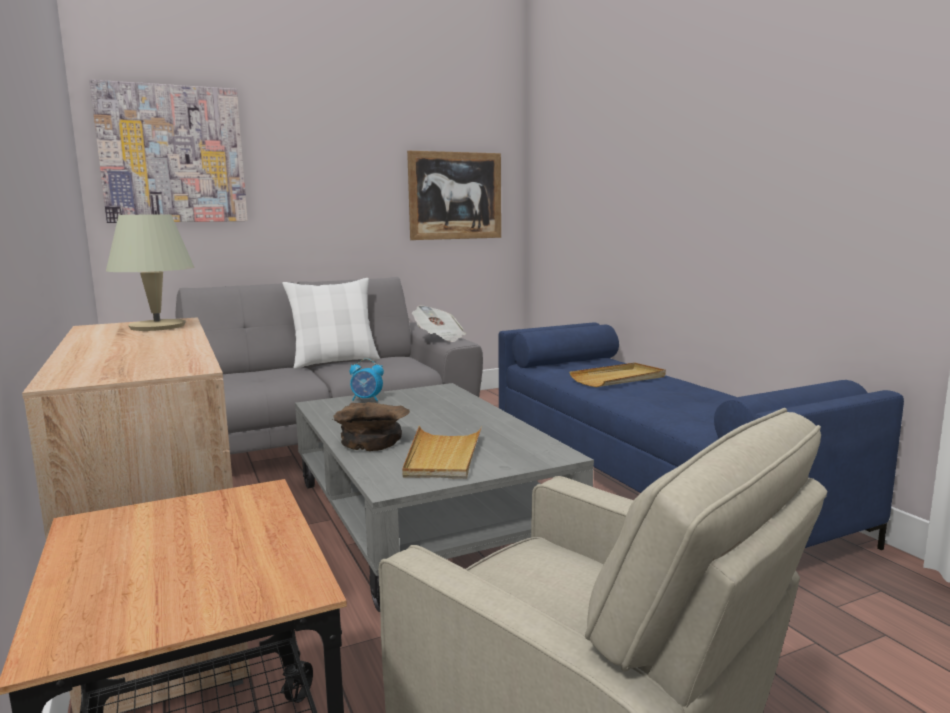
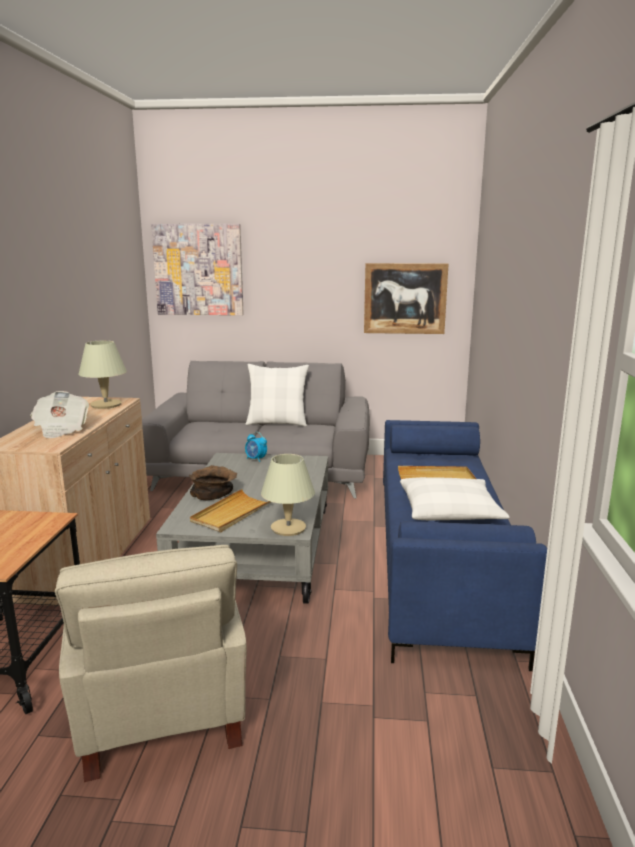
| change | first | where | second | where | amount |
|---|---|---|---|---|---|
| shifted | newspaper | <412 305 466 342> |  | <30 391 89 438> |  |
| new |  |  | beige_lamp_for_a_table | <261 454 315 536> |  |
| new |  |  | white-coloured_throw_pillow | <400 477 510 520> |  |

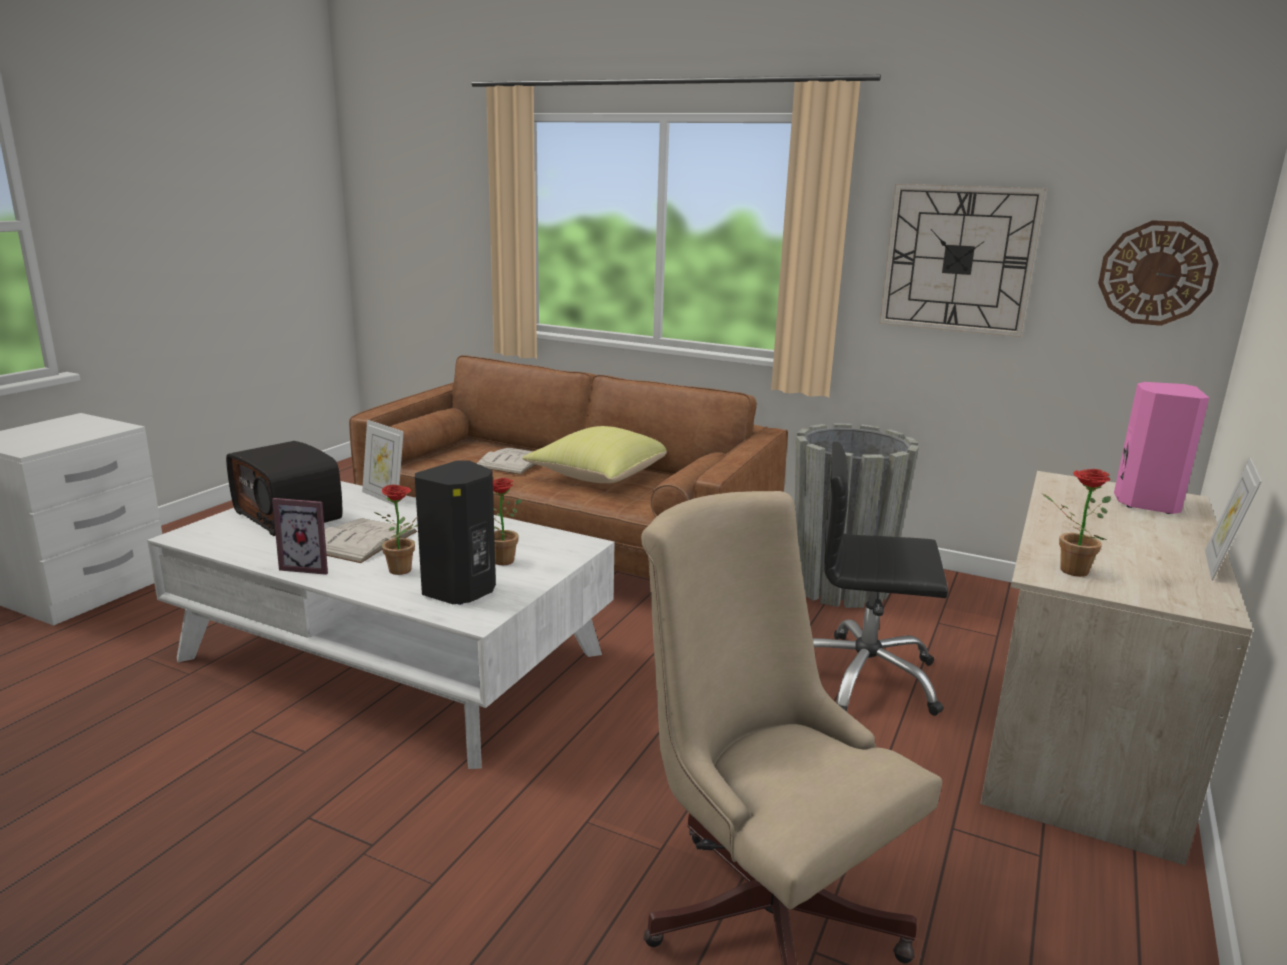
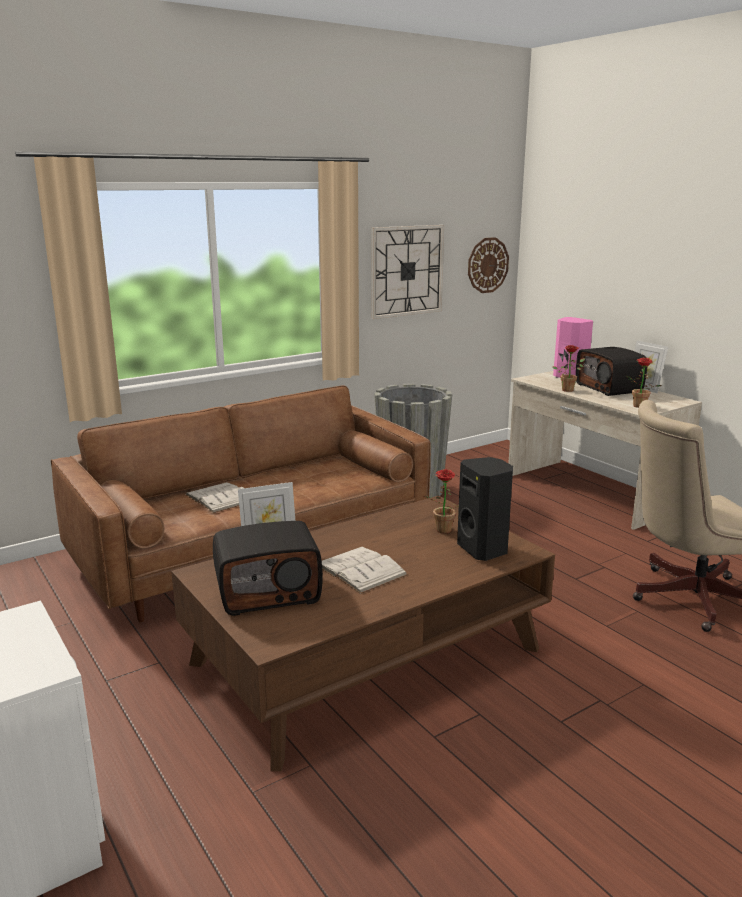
| change | first | where | second | where | amount |
|---|---|---|---|---|---|
| repainted | white-coloured_lounge_table | <147 481 615 769> | brown-coloured_lounge_table | <171 495 555 771> |  |
| shifted | houseplant | <374 485 418 575> |  | <552 345 585 392> |  |
| new |  |  | radio_receiver | <576 347 647 396> |  |
| gone | standing_frame | <272 498 328 575> |  |  |  |
| gone | yellowish_throw_pillow | <522 426 667 483> |  |  |  |
| gone | blackish_desk_chair | <813 441 948 716> |  |  |  |

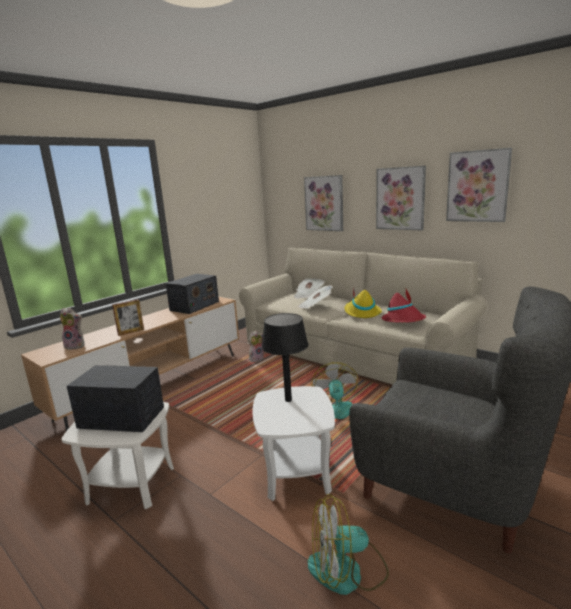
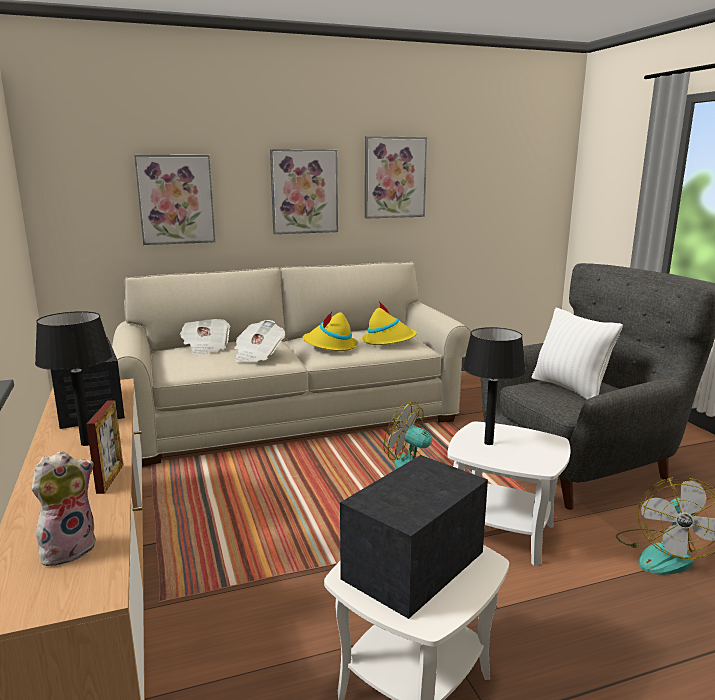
| change | first | where | second | where | amount |
|---|---|---|---|---|---|
| new |  |  | blackish_lamp_for_a_table | <35 311 112 446> |  |
| repainted | red-coloured_clothing_hat | <381 287 426 323> | yellowish_clothing_hat | <362 300 417 345> |  |
| new |  |  | white-coloured_throw_pillow | <532 308 623 400> |  |
| gone | soft_toy | <249 331 264 362> |  |  |  |

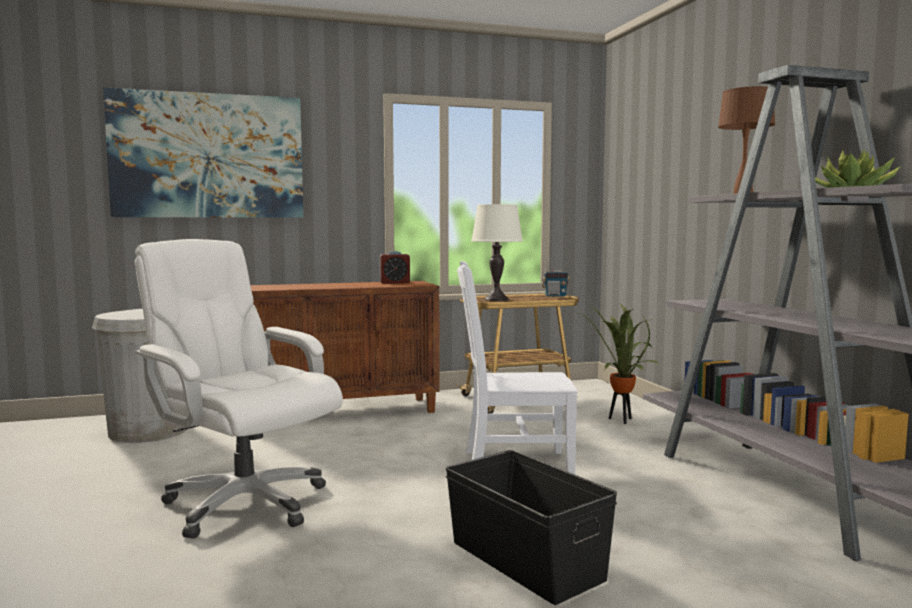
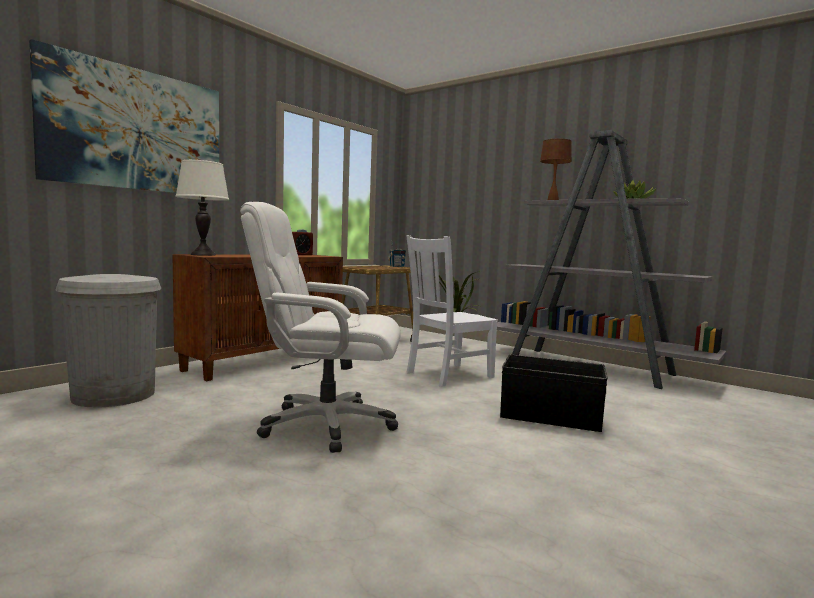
| change | first | where | second | where | amount |
|---|---|---|---|---|---|
| shifted | white-coloured_lamp_for_a_table | <471 204 523 301> |  | <175 160 229 256> |  |

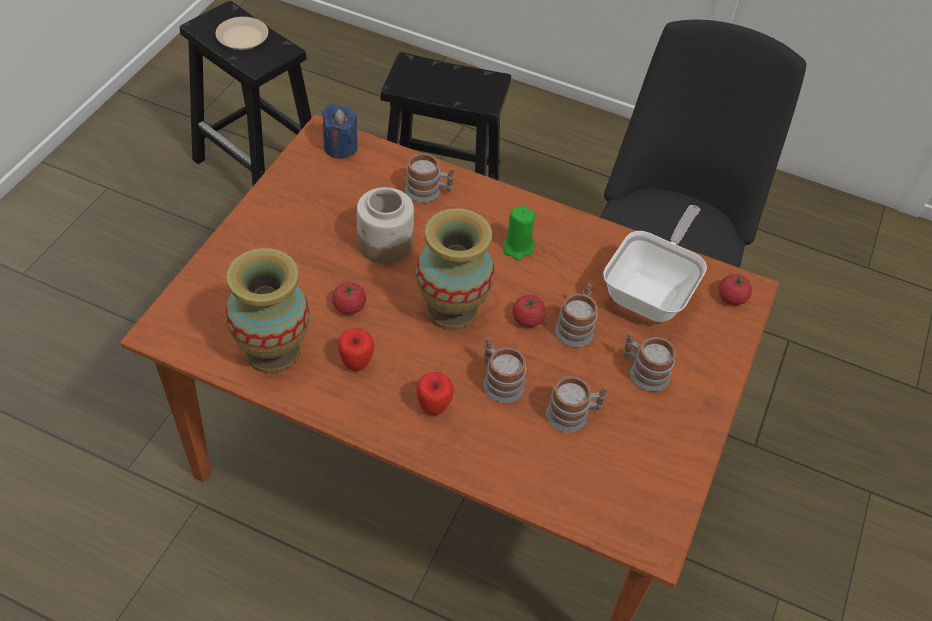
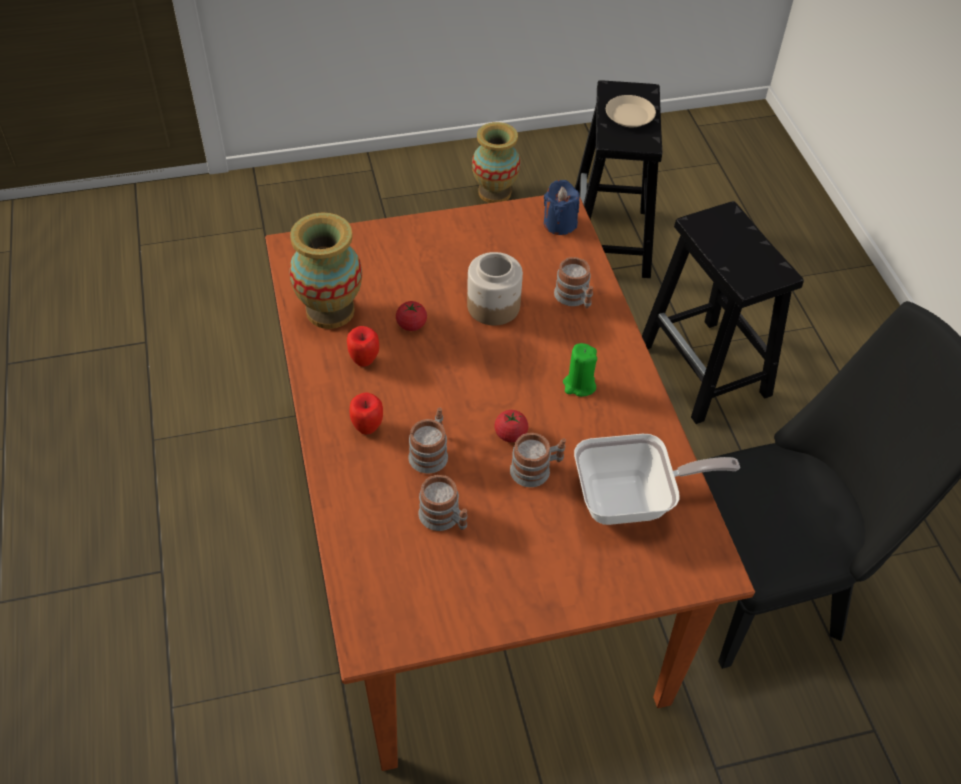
| change | first | where | second | where | amount |
|---|---|---|---|---|---|
| shifted | decorative_vase | <416 208 495 331> |  | <472 122 521 203> |  |
| gone | coffee_mug | <623 332 676 392> |  |  |  |
| gone | whole_tomato | <719 273 752 305> |  |  |  |

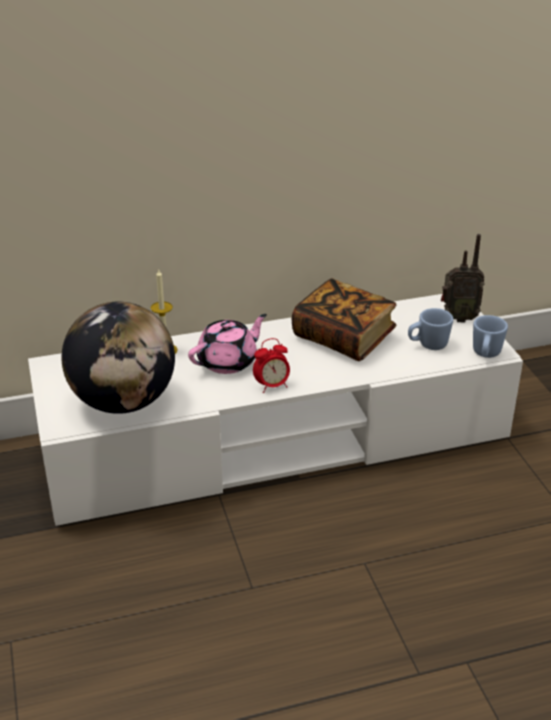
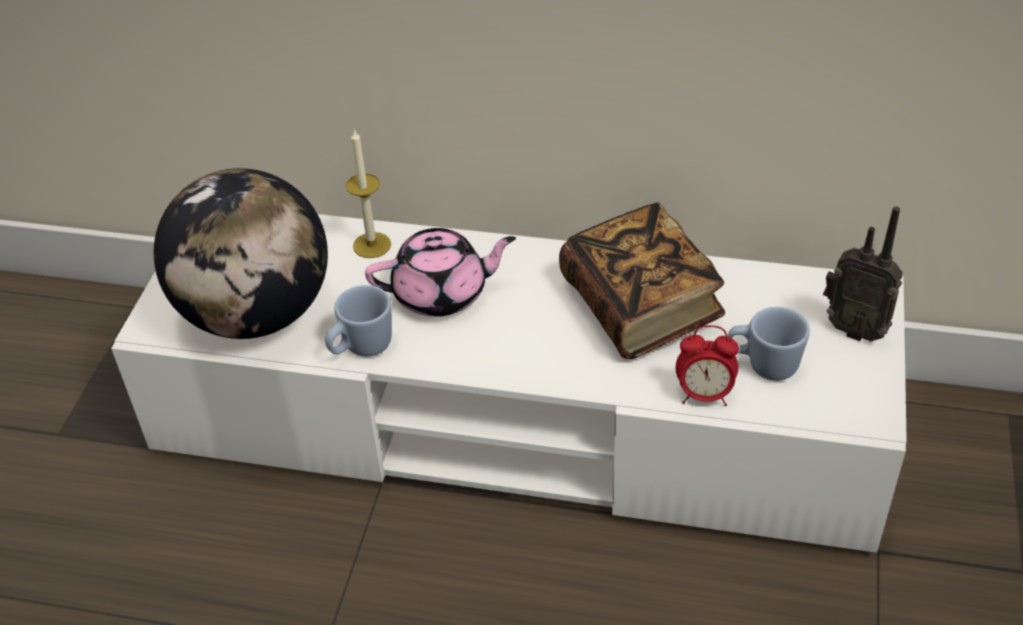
| change | first | where | second | where | amount |
|---|---|---|---|---|---|
| shifted | blue_coffee_mug | <473 315 508 358> |  | <325 285 392 357> |  |
| shifted | bedside_clock | <253 338 290 393> |  | <676 325 739 406> |  |

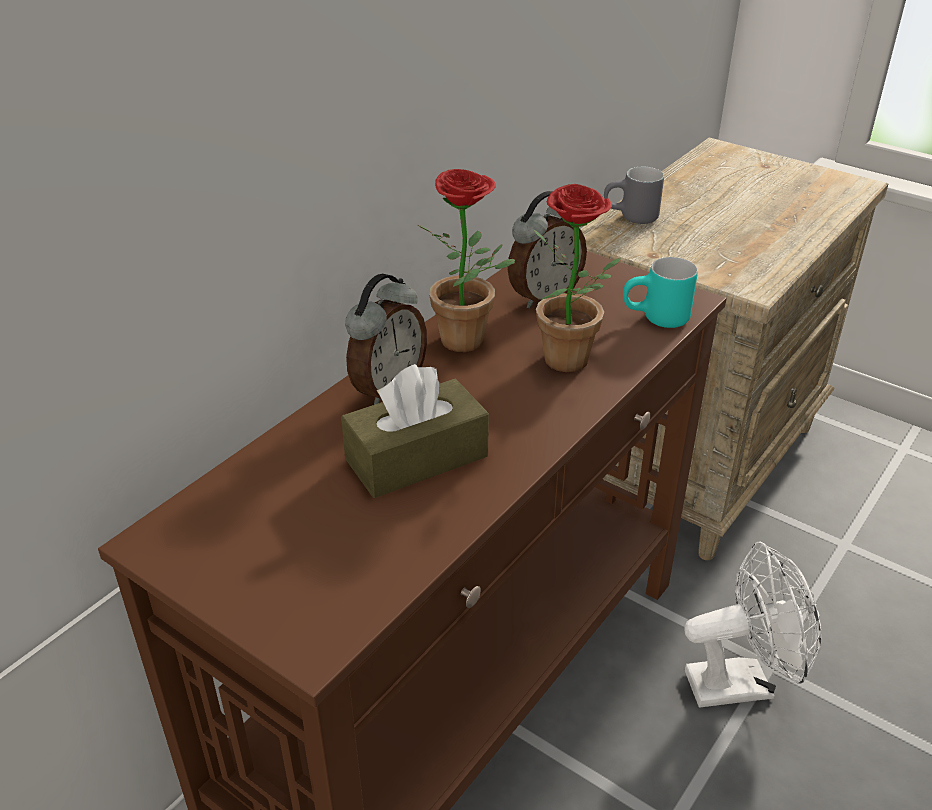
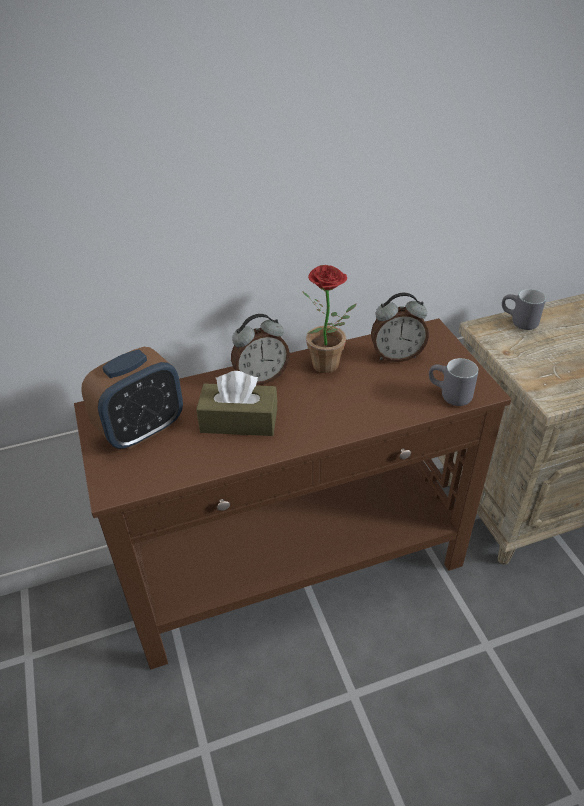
| change | first | where | second | where | amount |
|---|---|---|---|---|---|
| new |  |  | bedside_clock | <81 347 183 449> |  |
| repainted | blue-green_coffee_mug | <623 257 698 328> | grey_coffee_mug | <429 358 478 406> |  |
| gone | houseplant | <534 184 621 372> |  |  |  |
| gone | white-coloured_cooling_fan | <684 541 821 707> |  |  |  |

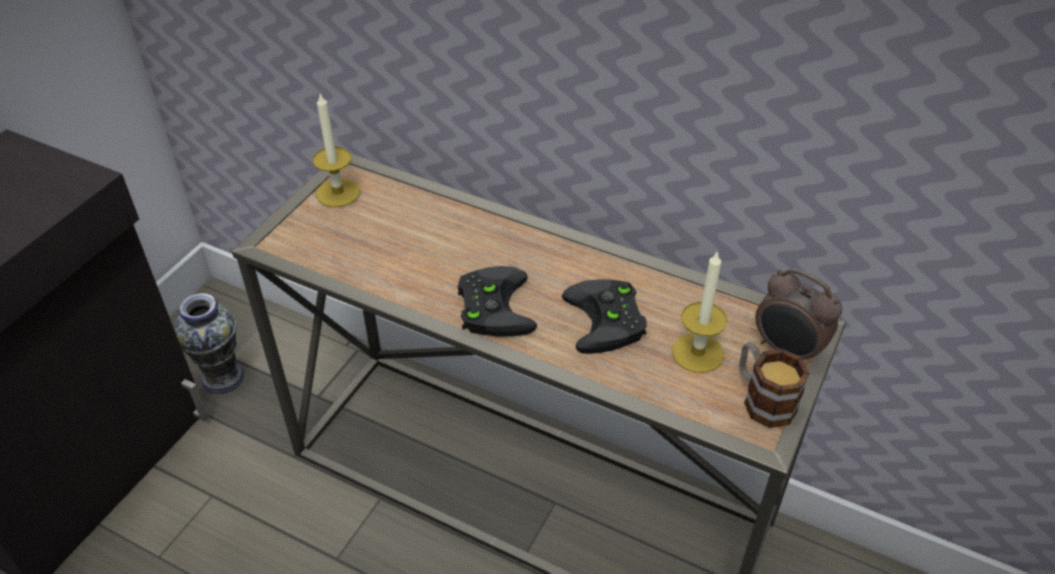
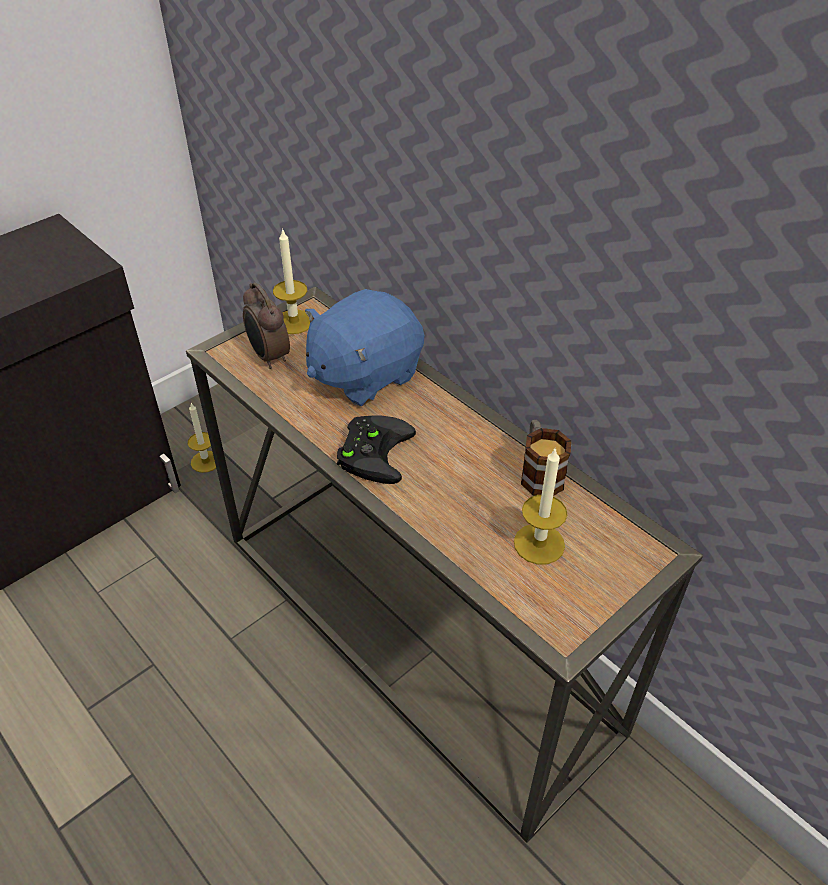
| change | first | where | second | where | amount |
|---|---|---|---|---|---|
| swapped | decorative_vase | <174 293 244 394> | wax_light | <188 403 216 473> |  |
| shifted | bedside_clock | <755 268 842 365> |  | <243 283 290 369> |  |
| new |  |  | blue_soft_toy | <305 289 424 406> |  |
| shifted | coffee_mug | <739 342 810 428> |  | <521 420 571 496> |  |
| gone | blackish_gamepad | <562 279 646 354> |  |  |  |

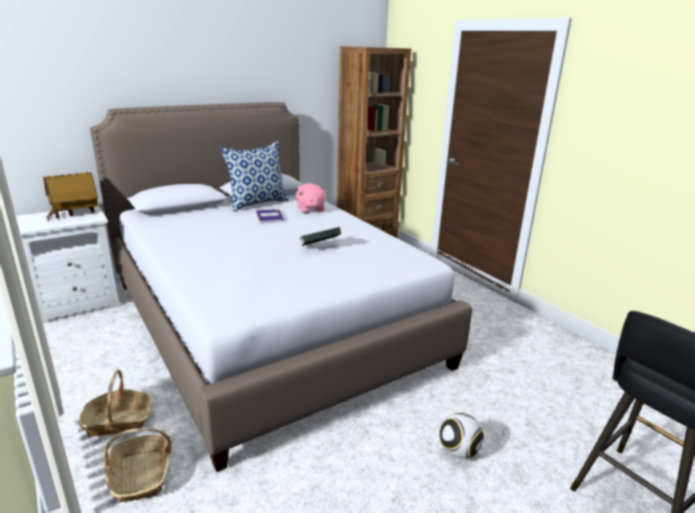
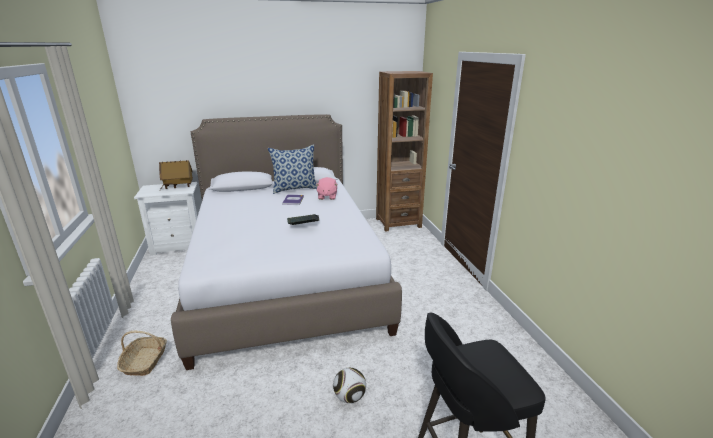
| change | first | where | second | where | amount |
|---|---|---|---|---|---|
| gone | household_basket | <78 369 153 437> |  |  |  |

